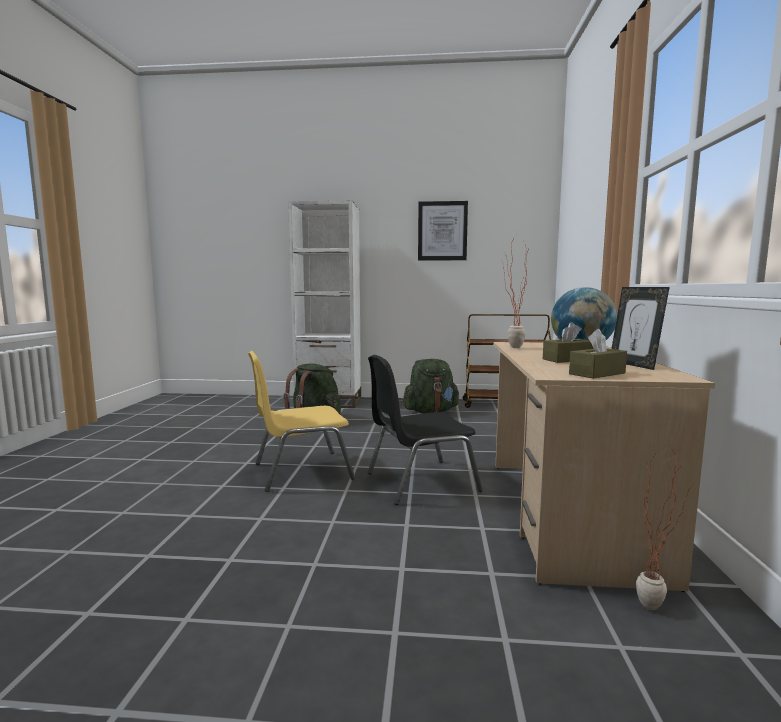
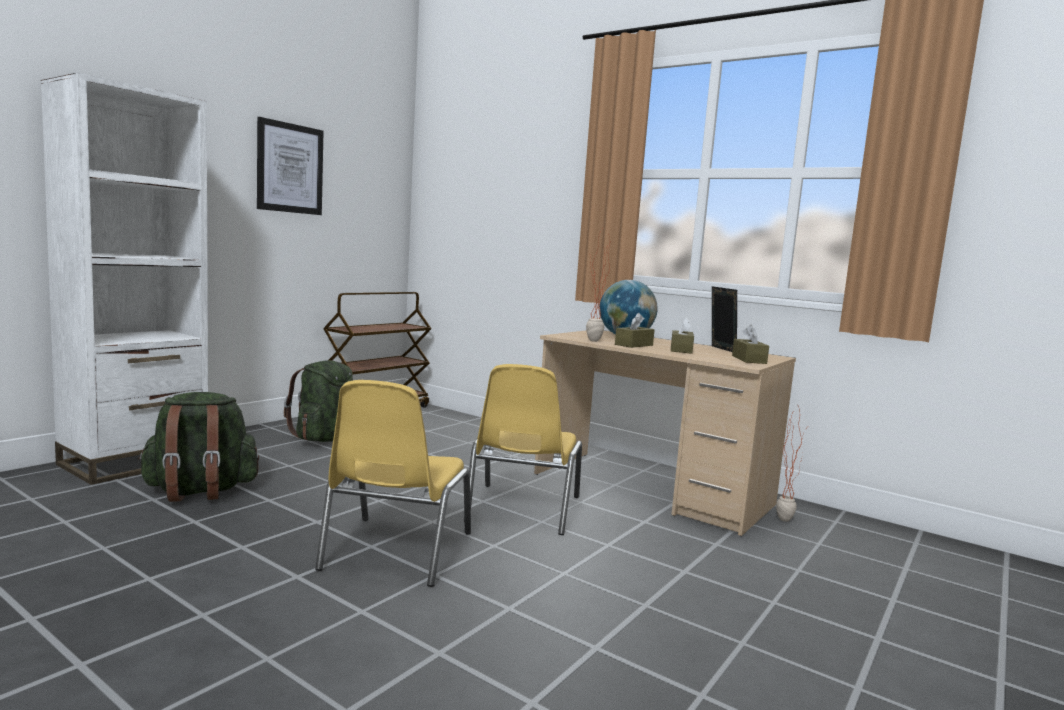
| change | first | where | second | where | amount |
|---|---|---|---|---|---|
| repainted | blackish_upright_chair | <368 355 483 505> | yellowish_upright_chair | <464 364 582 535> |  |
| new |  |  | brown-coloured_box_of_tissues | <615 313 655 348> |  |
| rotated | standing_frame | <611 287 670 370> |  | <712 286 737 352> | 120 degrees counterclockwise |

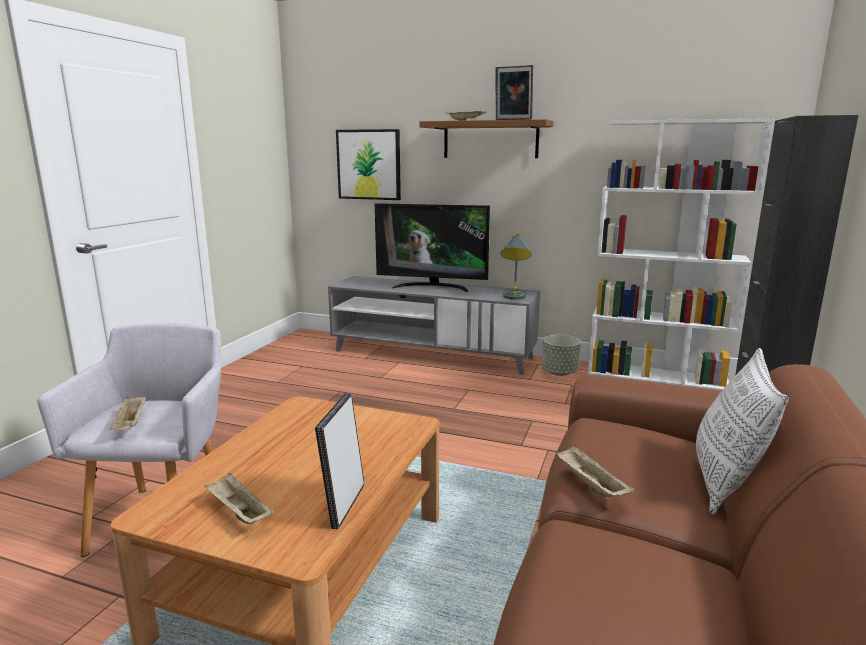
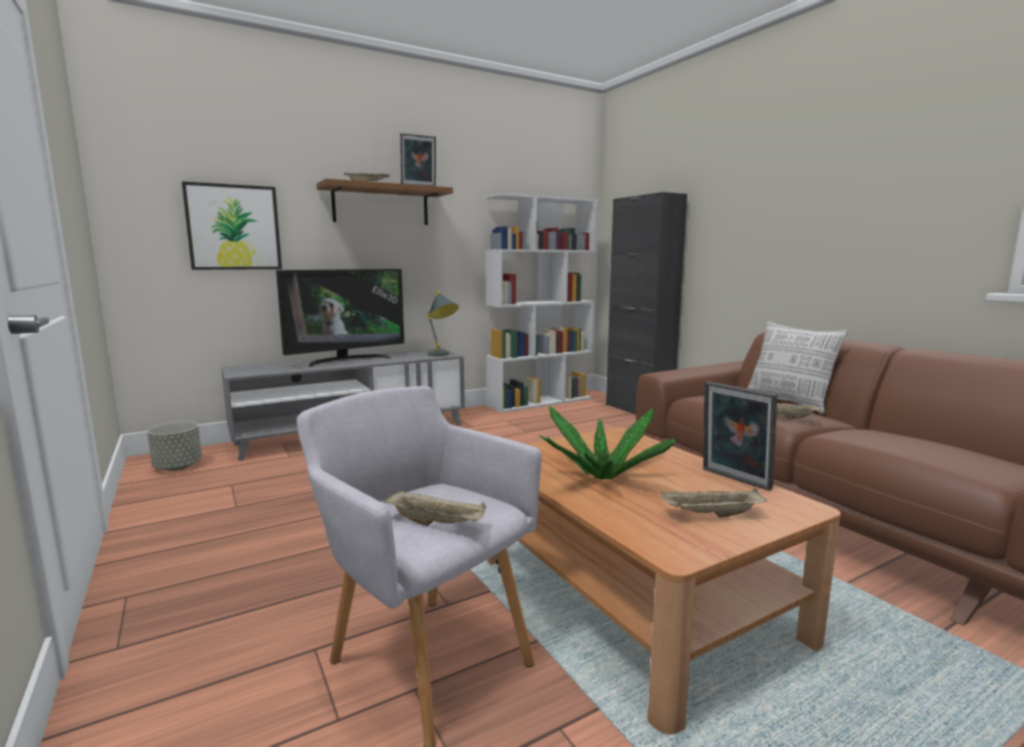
| change | first | where | second | where | amount |
|---|---|---|---|---|---|
| shifted | grey_planter | <542 335 581 376> |  | <147 421 202 471> |  |
| new |  |  | houseplant | <540 406 675 480> |  |

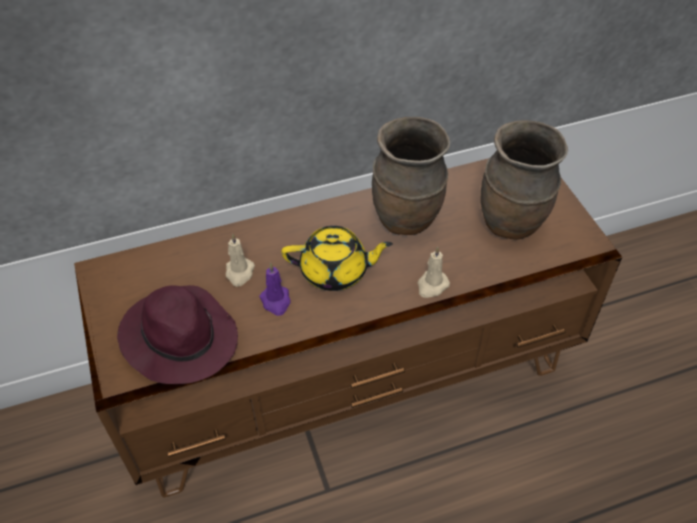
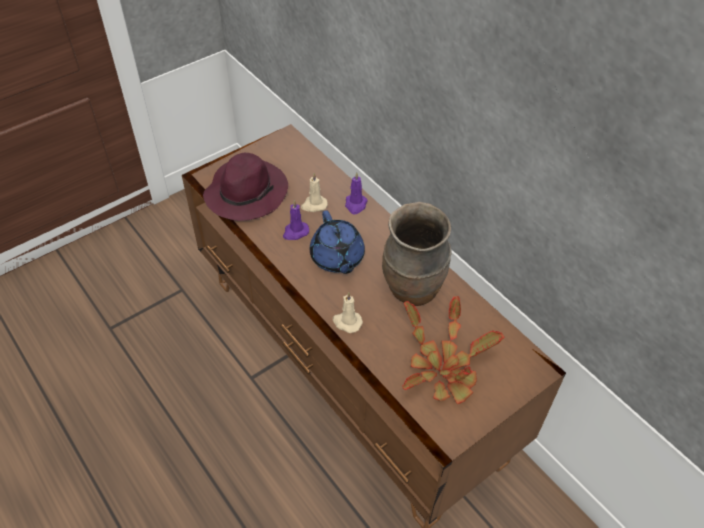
| change | first | where | second | where | amount |
|---|---|---|---|---|---|
| repainted | yellowish_pot_for_tea | <282 226 393 291> | blue_pot_for_tea | <310 211 365 274> |  |
| new |  |  | purple_wax_light | <345 172 368 214> |  |
| swapped | brown-coloured_decorative_vase | <480 120 568 240> | houseplant | <402 296 505 404> |  |

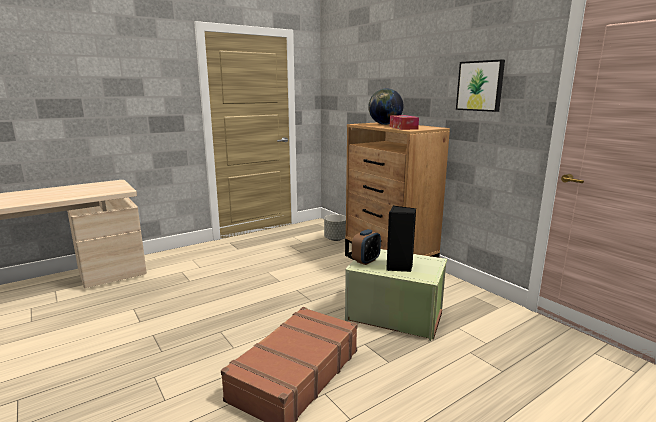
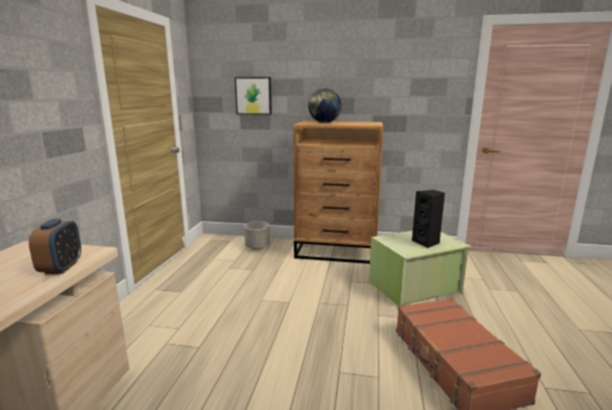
| change | first | where | second | where | amount |
|---|---|---|---|---|---|
| shifted | bedside_clock | <352 229 381 265> |  | <29 219 81 274> |  |
| shifted | picture | <456 60 505 112> |  | <235 77 272 115> |  |
| gone | box_of_tissues | <390 115 419 130> |  |  |  |

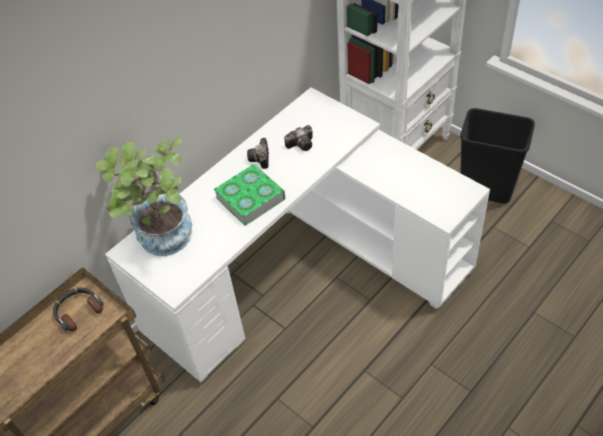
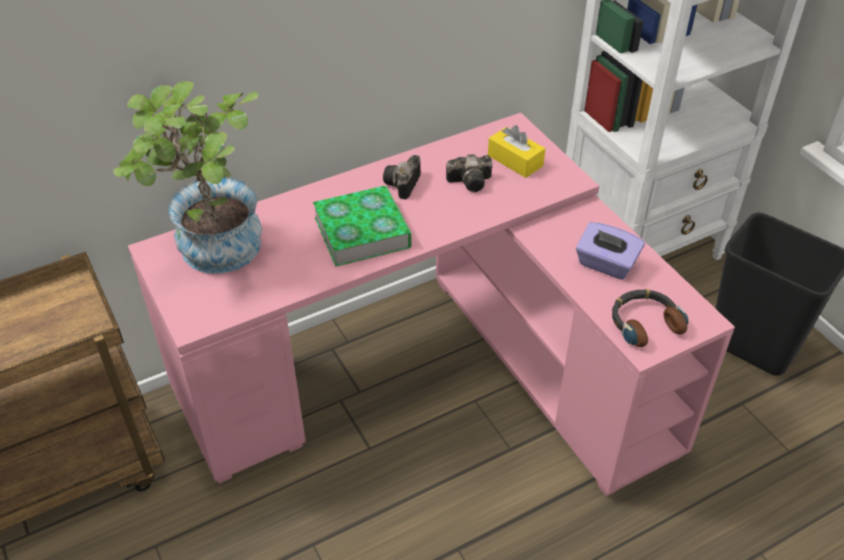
| change | first | where | second | where | amount |
|---|---|---|---|---|---|
| repainted | white-coloured_desk | <105 87 490 383> | pink-coloured_desk | <128 113 735 496> |  |
| new |  |  | yellowish_box_of_tissues | <488 125 545 178> |  |
| new |  |  | purple_box_of_tissues | <576 222 645 280> |  |
| shifted | pair_of_headphones | <53 287 103 331> |  | <612 289 688 347> |  |

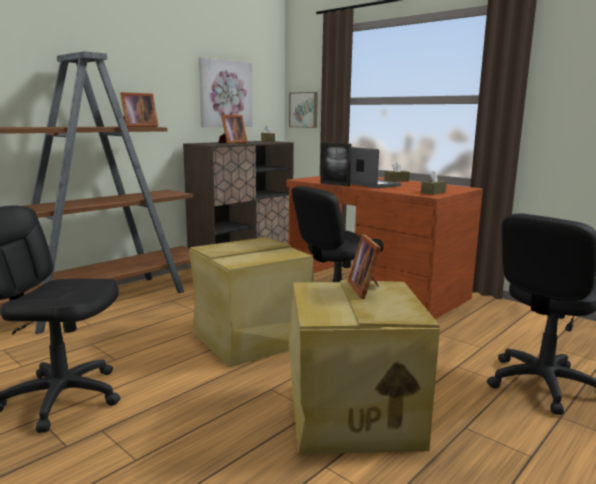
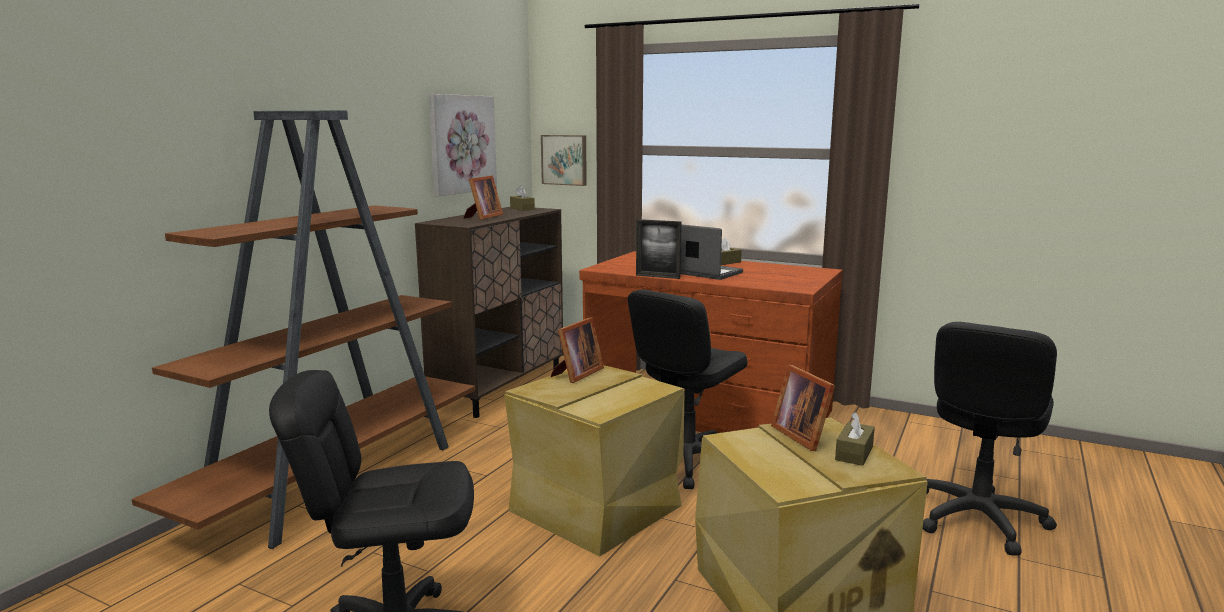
| change | first | where | second | where | amount |
|---|---|---|---|---|---|
| shifted | standing_frame | <120 92 158 127> |  | <550 317 604 383> |  |
| shifted | brown-coloured_box_of_tissues | <421 171 447 195> |  | <835 412 875 466> |  |

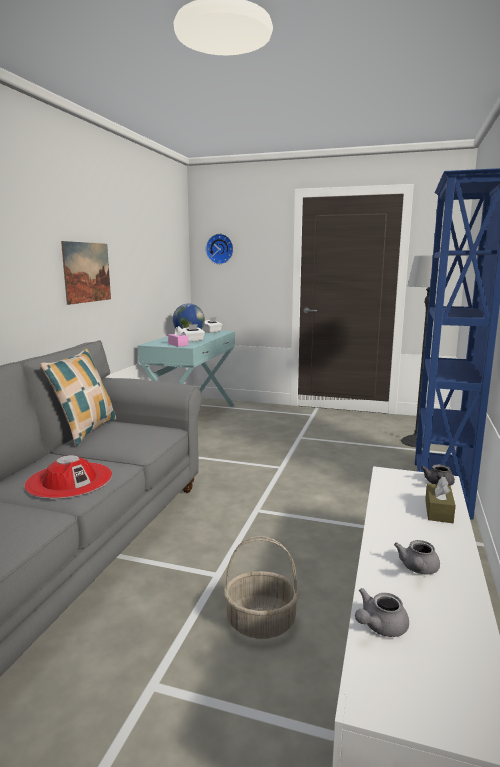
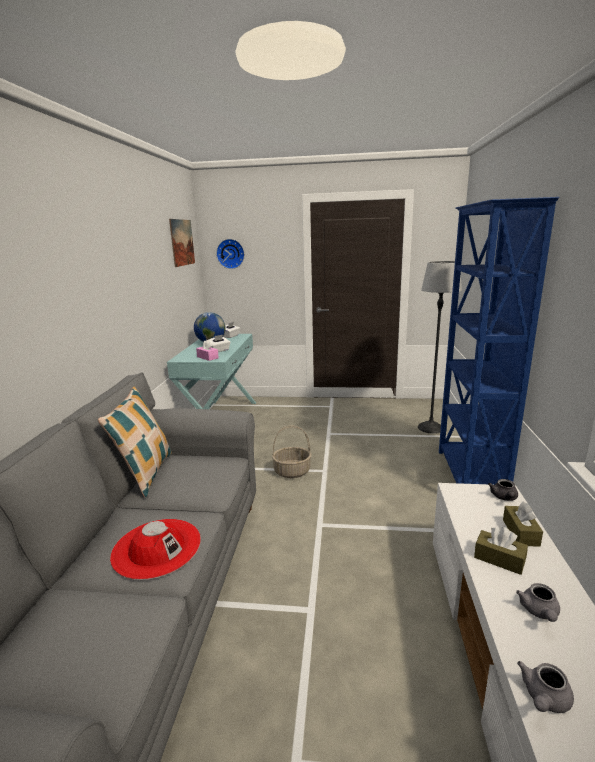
| change | first | where | second | where | amount |
|---|---|---|---|---|---|
| shifted | picture | <61 241 111 305> |  | <169 219 195 267> |  |
| shifted | household_basket | <224 536 299 639> |  | <272 425 312 478> |  |
| new |  |  | brown-coloured_box_of_tissues | <474 527 528 575> |  |

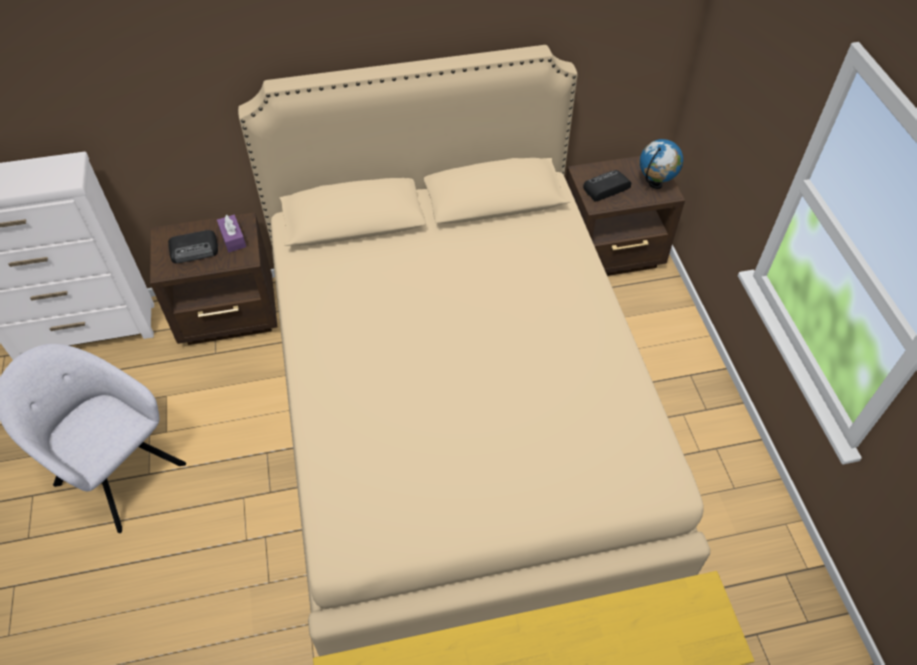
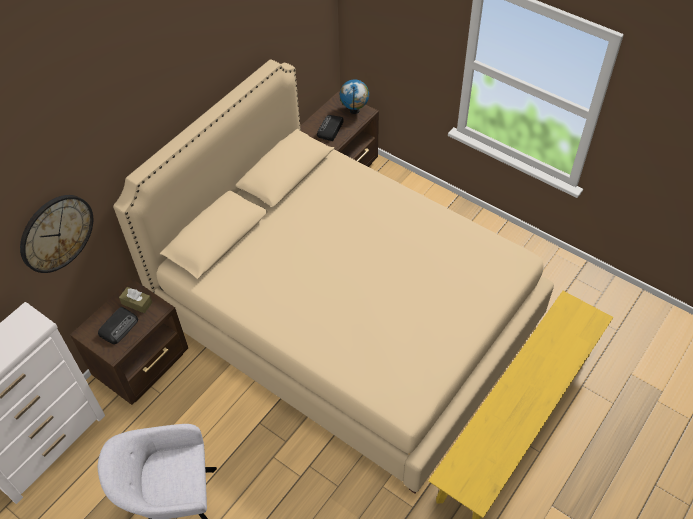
| change | first | where | second | where | amount |
|---|---|---|---|---|---|
| new |  |  | wall_clock | <20 195 93 273> |  |
| repainted | purple_box_of_tissues | <217 214 246 252> | brown-coloured_box_of_tissues | <119 287 152 313> |  |

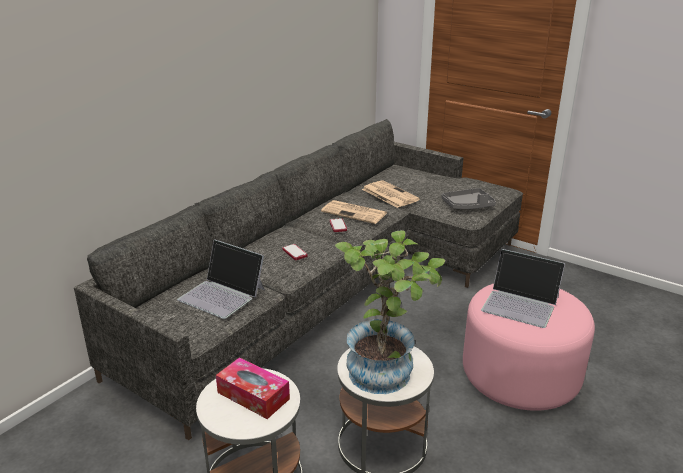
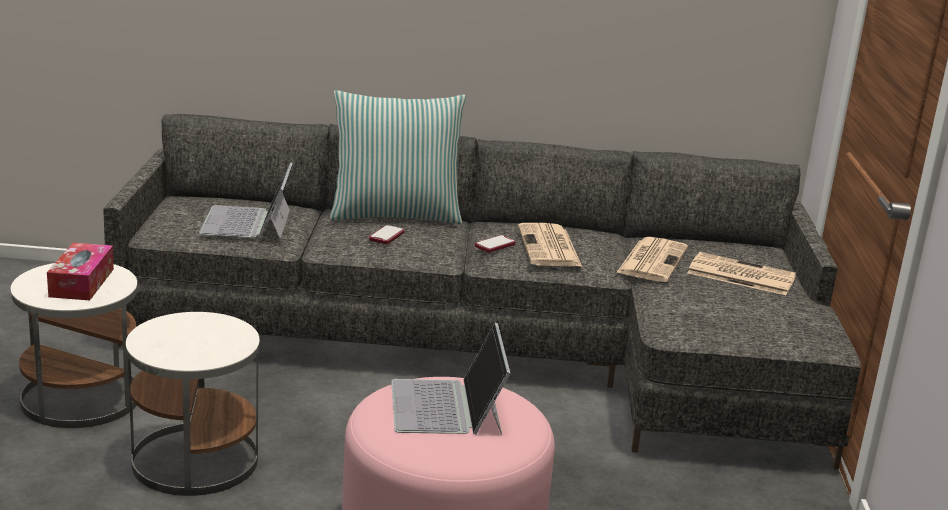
| change | first | where | second | where | amount |
|---|---|---|---|---|---|
| new |  |  | throw_pillow | <330 90 466 224> |  |
| new |  |  | newspaper | <687 252 796 295> |  |
| gone | houseplant | <335 230 445 394> |  |  |  |
| gone | grey_carrying_tray | <441 188 496 209> |  |  |  |

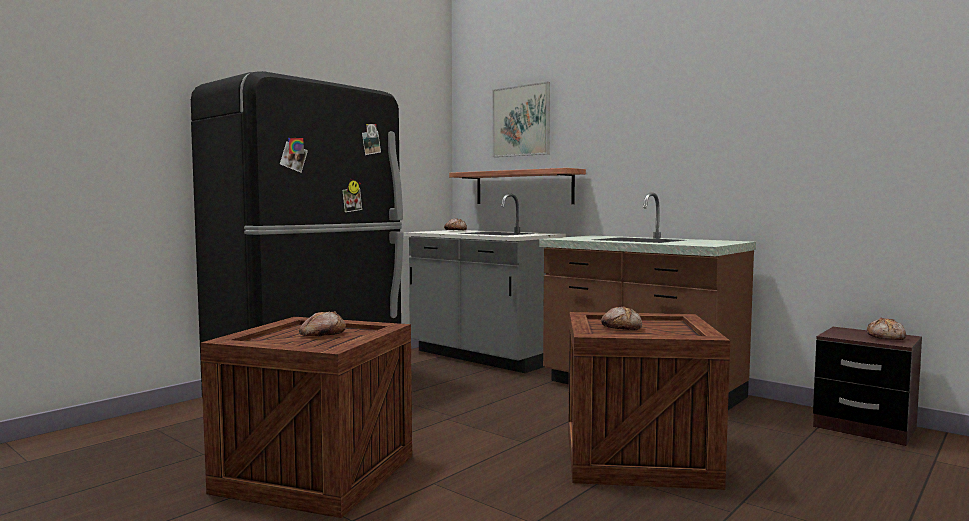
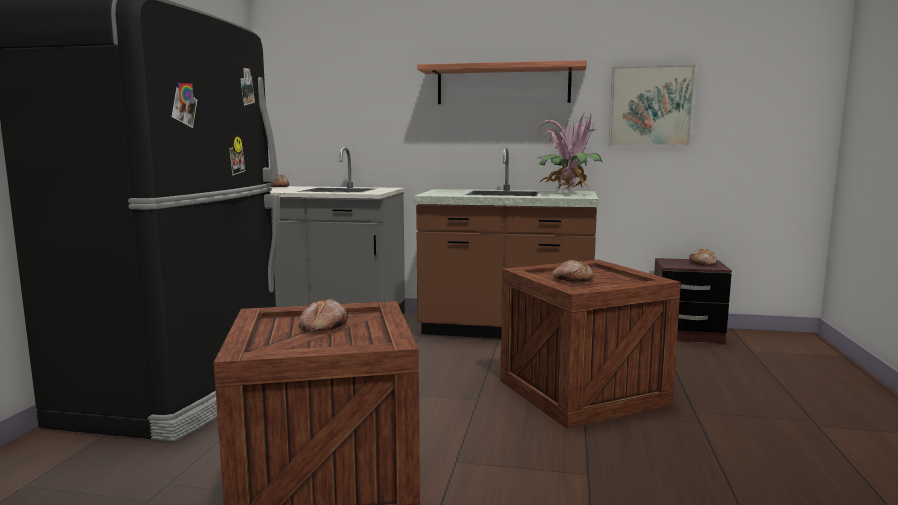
| change | first | where | second | where | amount |
|---|---|---|---|---|---|
| shifted | wall_shelf | <449 168 586 204> |  | <417 60 587 104> |  |
| new |  |  | houseplant | <537 114 603 190> |  |
| shifted | picture | <493 82 550 157> |  | <609 65 696 146> |  |

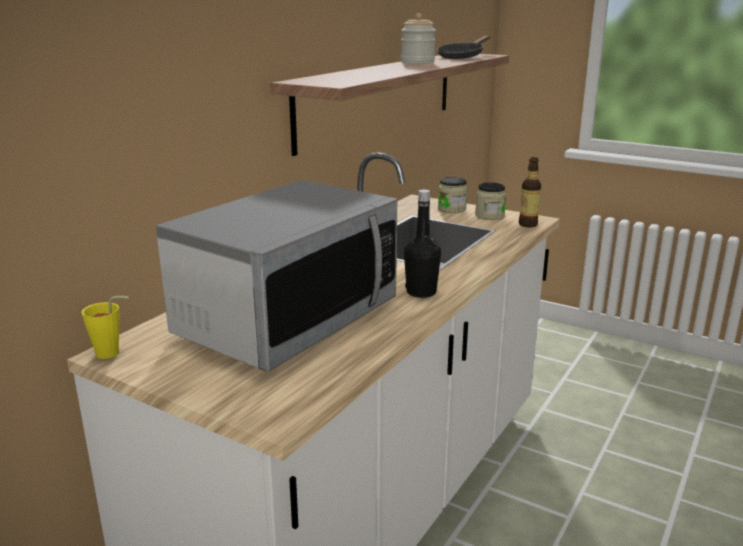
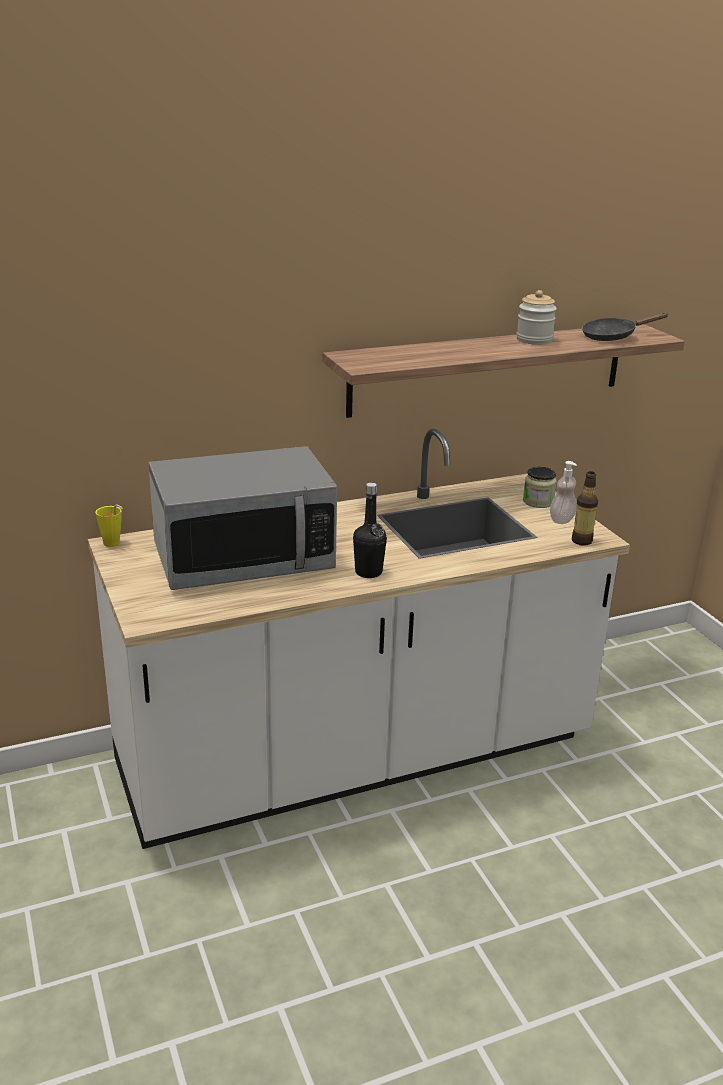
| change | first | where | second | where | amount |
|---|---|---|---|---|---|
| swapped | storage_jar | <475 182 506 220> | liquid_soap_bottle | <550 461 577 524> |  |

